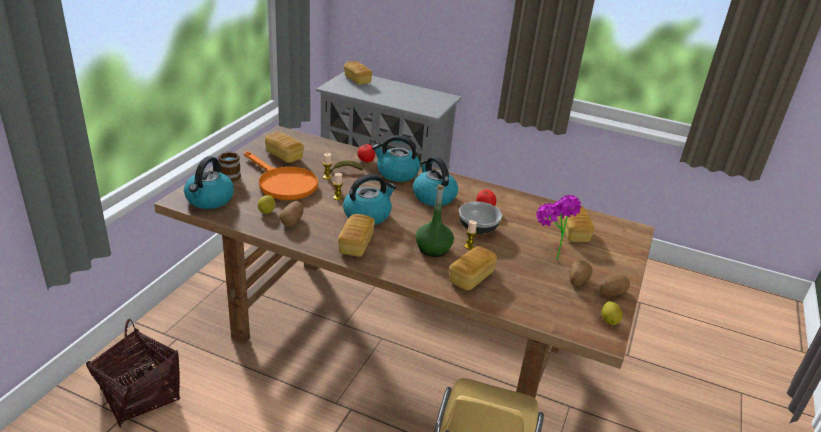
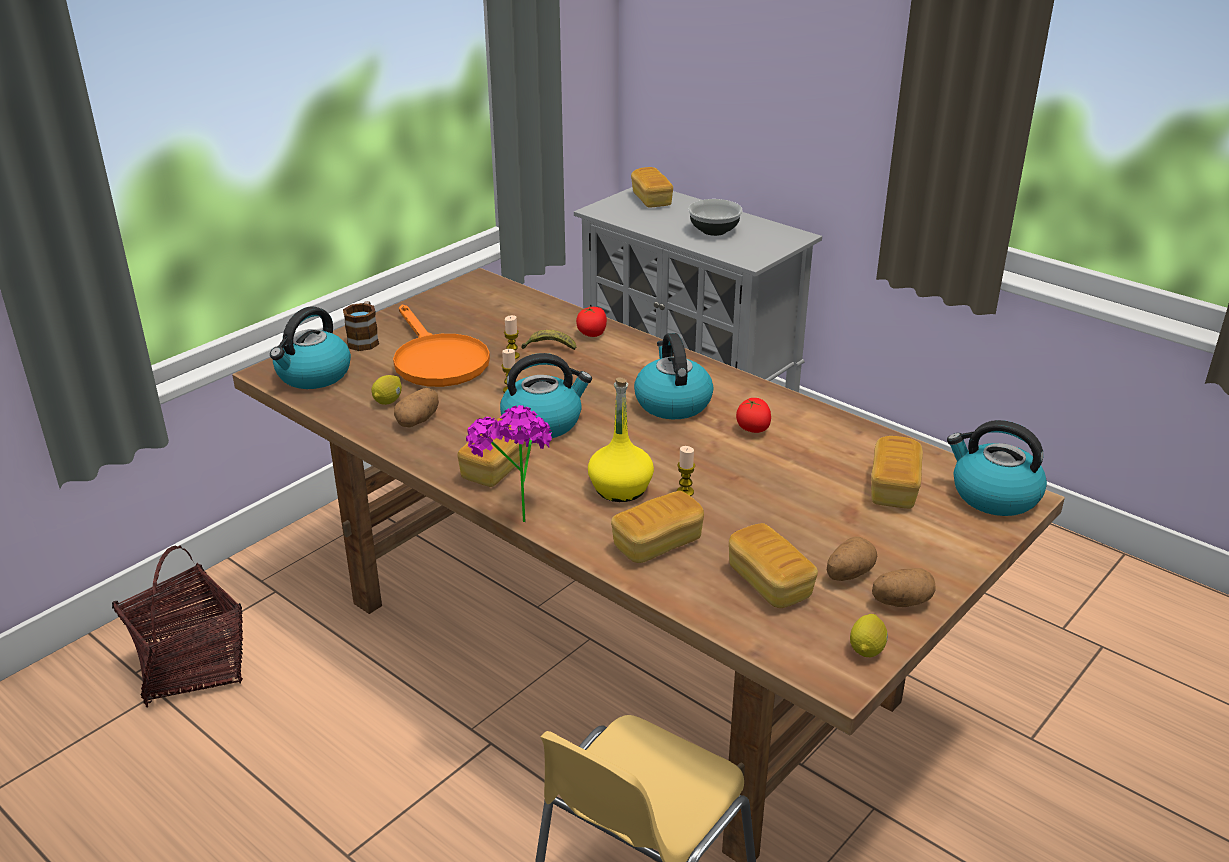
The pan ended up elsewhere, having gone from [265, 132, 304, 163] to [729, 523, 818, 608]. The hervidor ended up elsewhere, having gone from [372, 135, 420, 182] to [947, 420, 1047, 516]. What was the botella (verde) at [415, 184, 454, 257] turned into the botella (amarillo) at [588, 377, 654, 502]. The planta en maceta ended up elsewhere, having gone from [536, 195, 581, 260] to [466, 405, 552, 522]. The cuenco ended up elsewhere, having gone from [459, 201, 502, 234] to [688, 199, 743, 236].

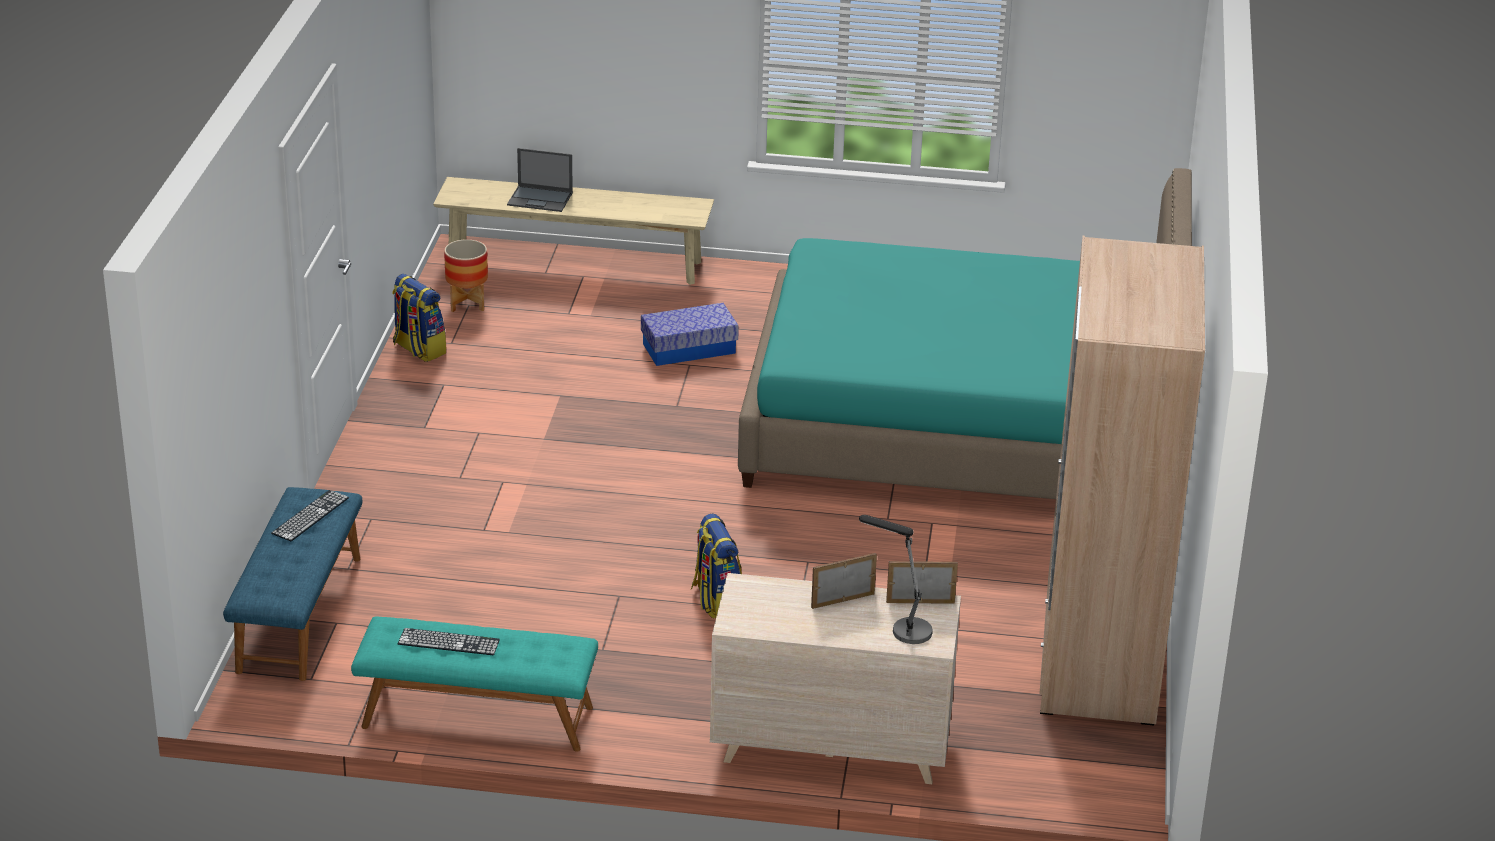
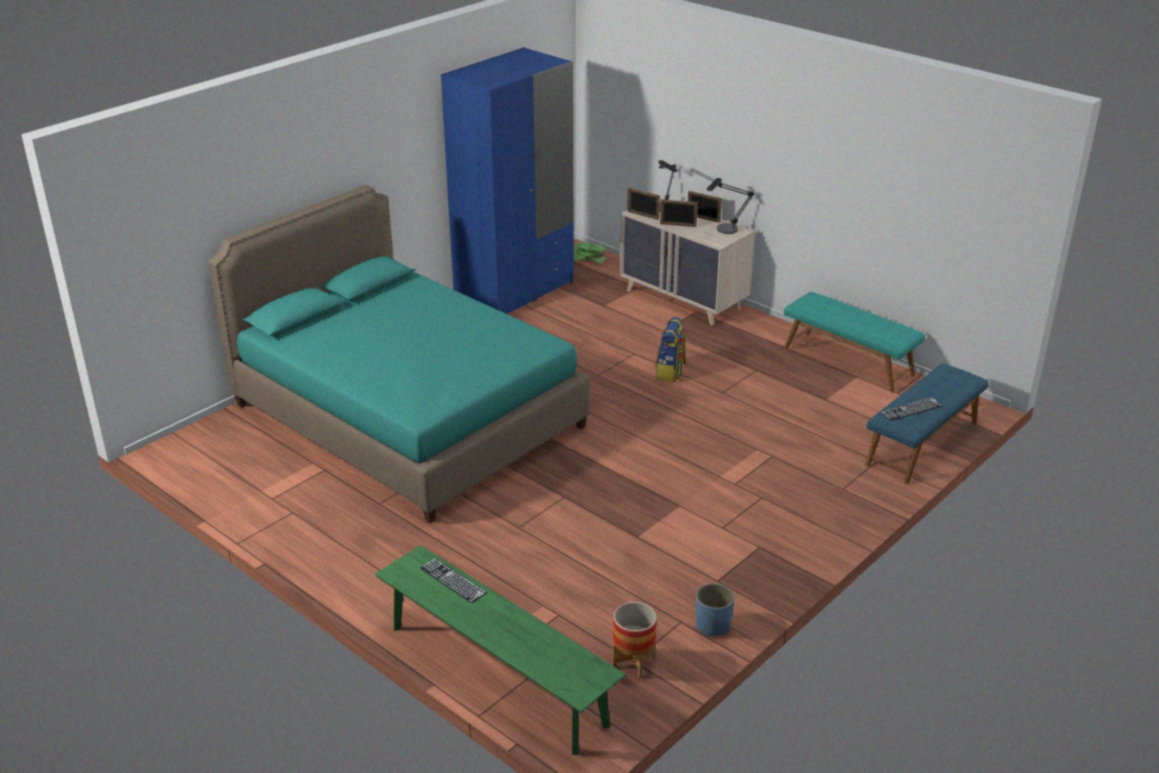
The second view lost the portátil at [507, 148, 573, 212]. What was the banco (beis) at [433, 177, 714, 285] turned into the banco (verde) at [375, 545, 626, 755]. What was the armario ropero (beis) at [1039, 236, 1205, 725] turned into the armario ropero (azul) at [441, 47, 574, 314]. Where the mochila stood at [392, 274, 446, 362], the maceta (azul) came to stand at [696, 583, 735, 637]. The second view lost the caja de almacenaje at [641, 303, 739, 366]. The teclado ended up elsewhere, having gone from [398, 628, 500, 655] to [420, 558, 487, 603]. The second view gained the lámpara de mesa at [707, 178, 754, 234]. The second view gained the portarretratos at [688, 191, 722, 223]. The second view gained the planta en maceta at [574, 242, 606, 264].

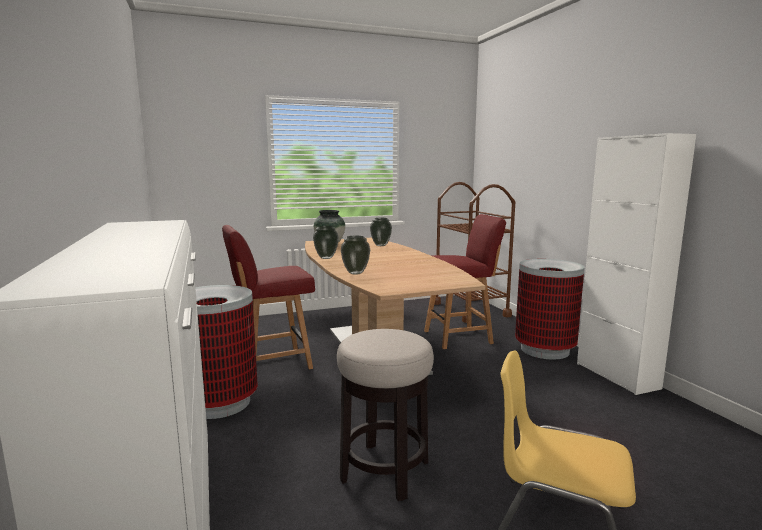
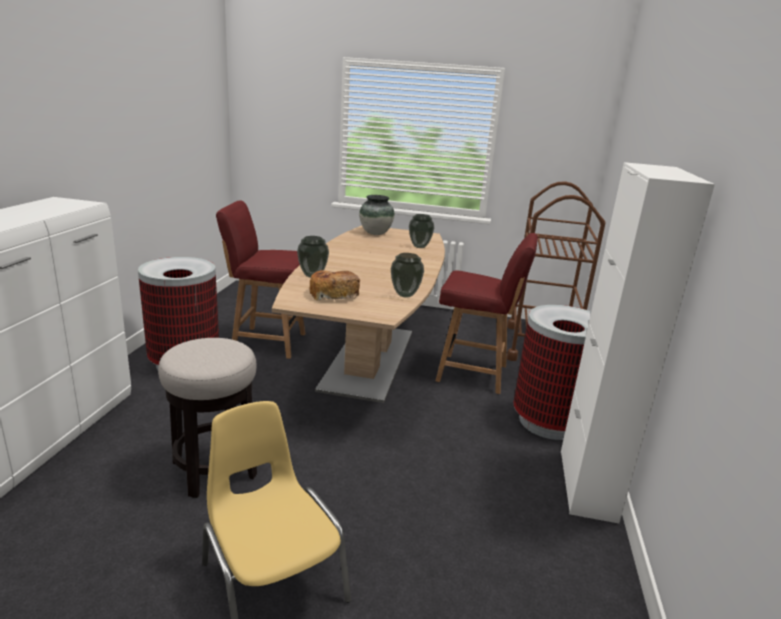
The florero ended up elsewhere, having gone from [313, 226, 339, 259] to [391, 253, 424, 298]. The second view gained the pan at [309, 270, 360, 301].

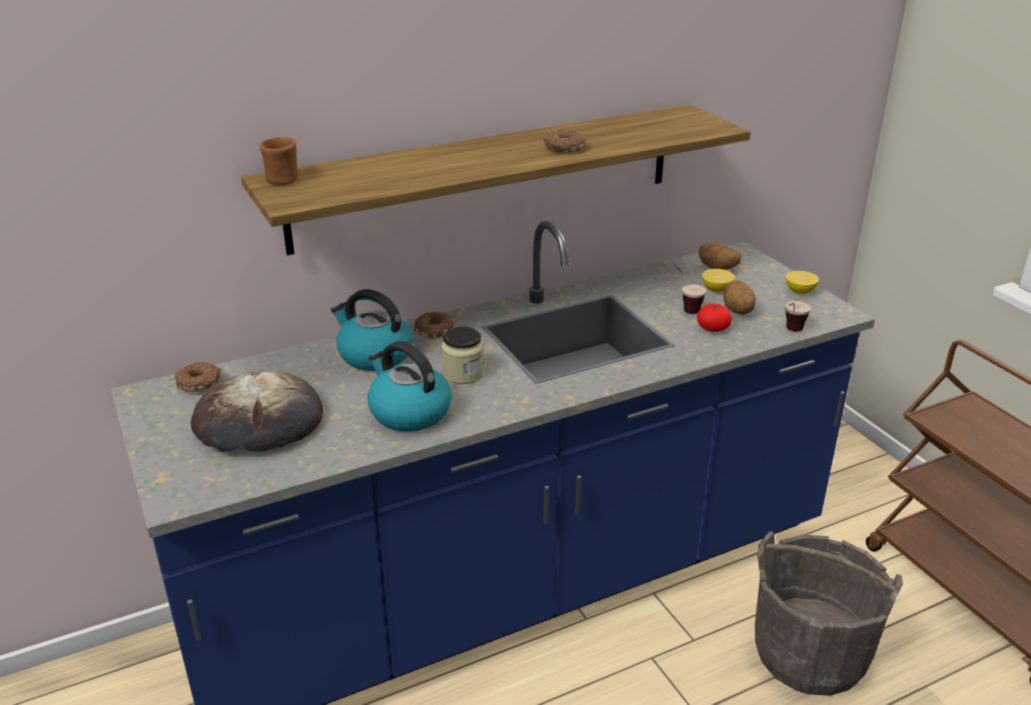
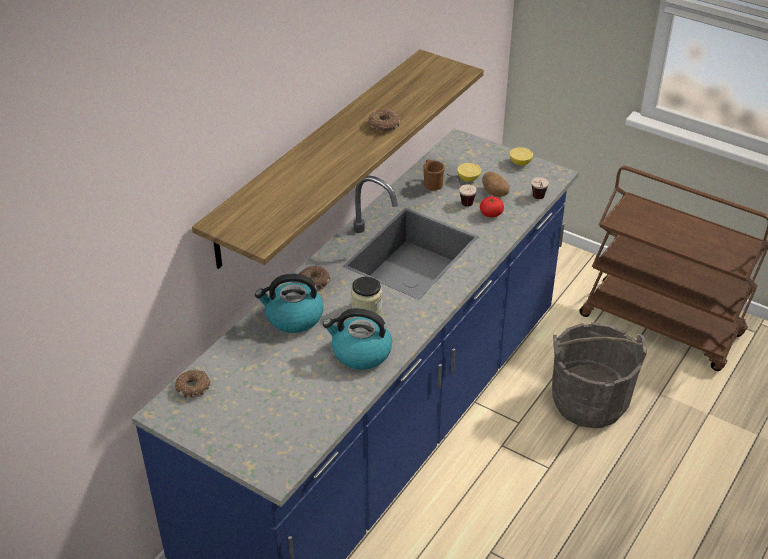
The taza grande (marrón) ended up elsewhere, having gone from [259, 137, 298, 185] to [423, 159, 445, 191]. The second view lost the patata at [699, 243, 742, 270]. The second view lost the pan at [191, 370, 323, 452].

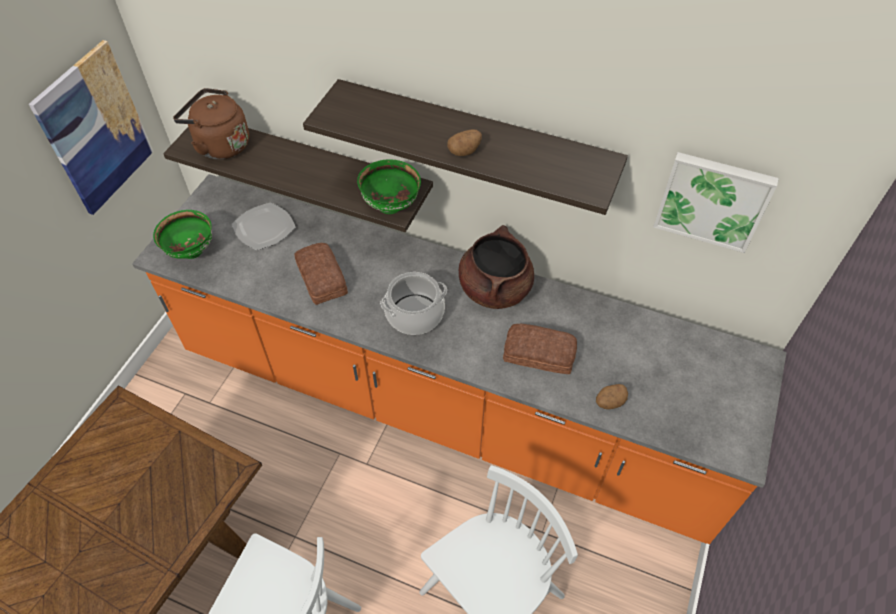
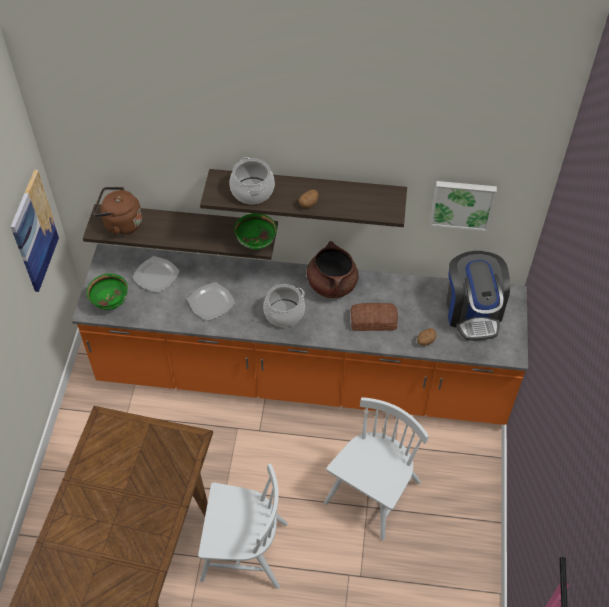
Where the pan stood at [295, 243, 348, 305], the plato came to stand at [188, 282, 235, 321]. The second view gained the olla at [230, 157, 275, 204]. The second view gained the cafetera at [447, 251, 510, 341].

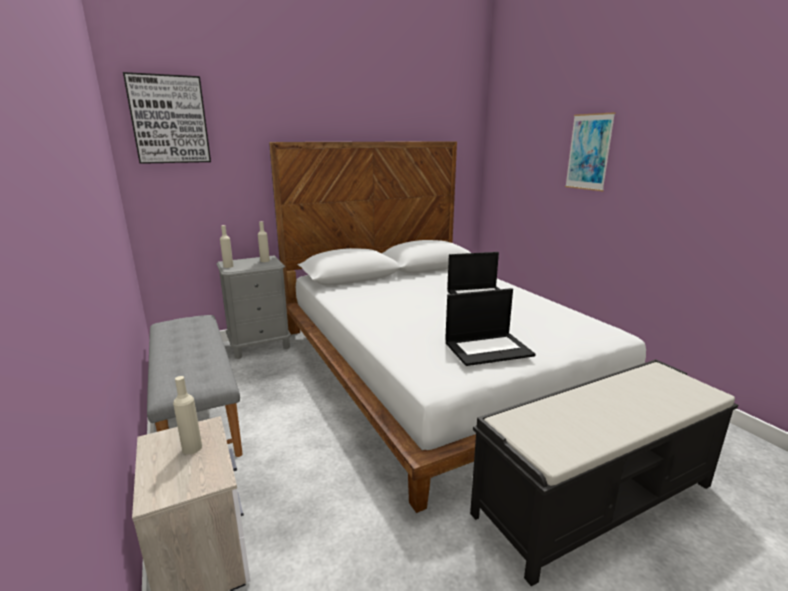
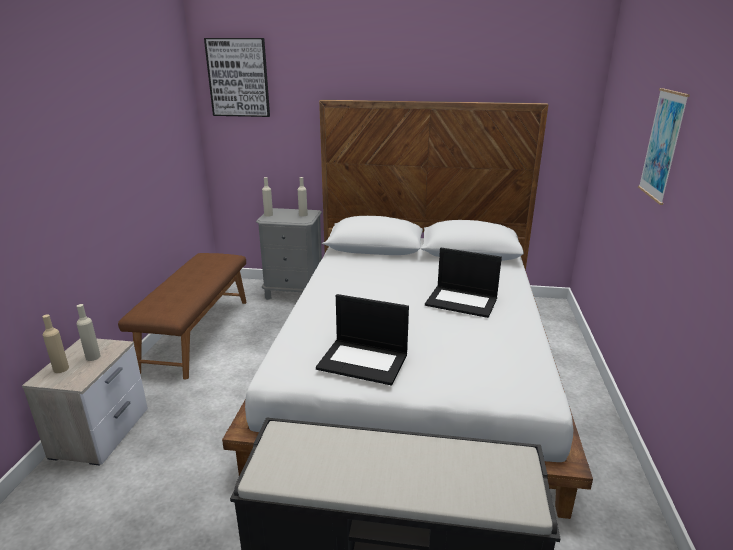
What was the banco (gris) at [147, 315, 243, 457] turned into the banco (marrón) at [118, 253, 247, 380]. The second view gained the botella (beis) at [42, 314, 69, 373].

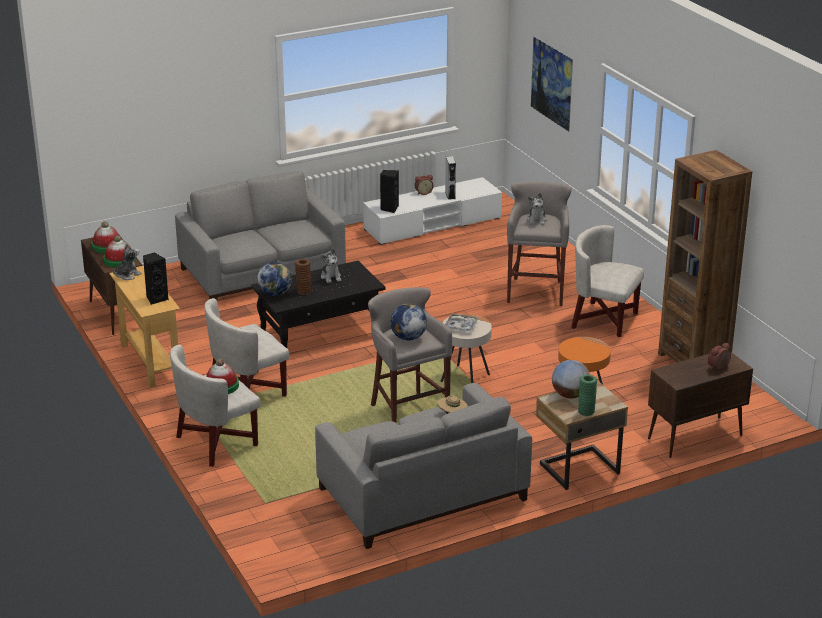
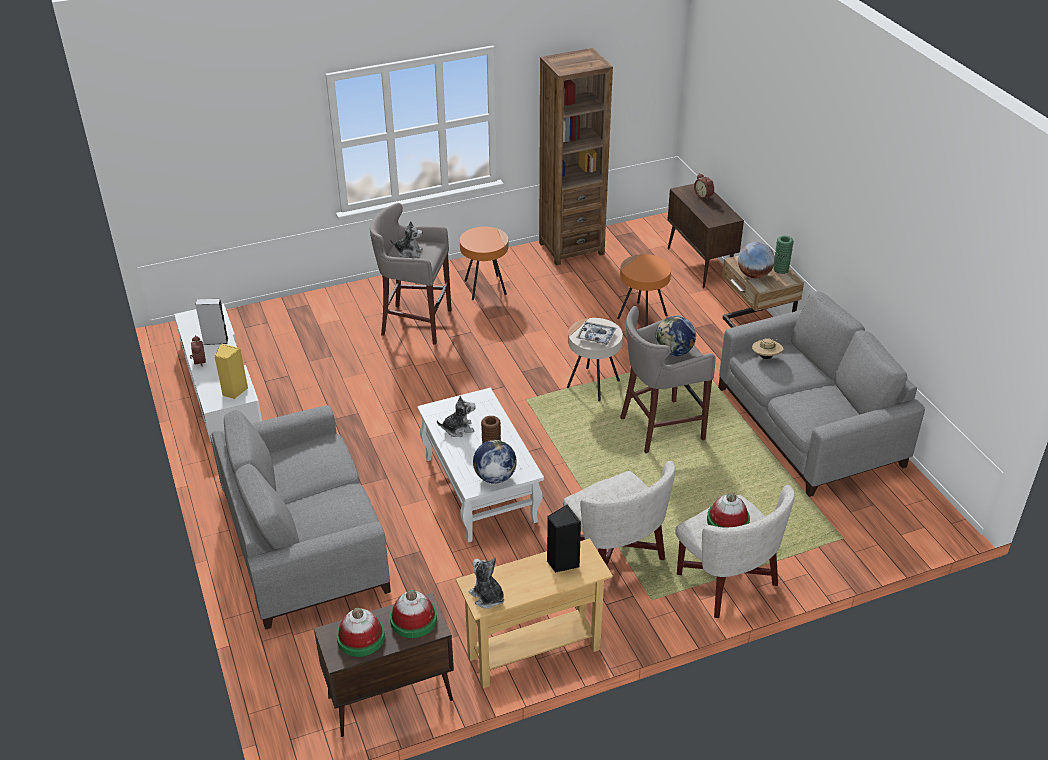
The second view lost the cuadro at [531, 37, 573, 131]. What was the altavoz (negro) at [380, 170, 399, 213] turned into the altavoz (amarillo) at [214, 343, 248, 399]. Where the sillón (blanco) stood at [571, 225, 644, 337], the mesa auxiliar (naranja) came to stand at [460, 226, 508, 300]. What was the mesa de centro (negro) at [252, 261, 386, 348] turned into the mesa de centro (blanco) at [417, 388, 544, 543].

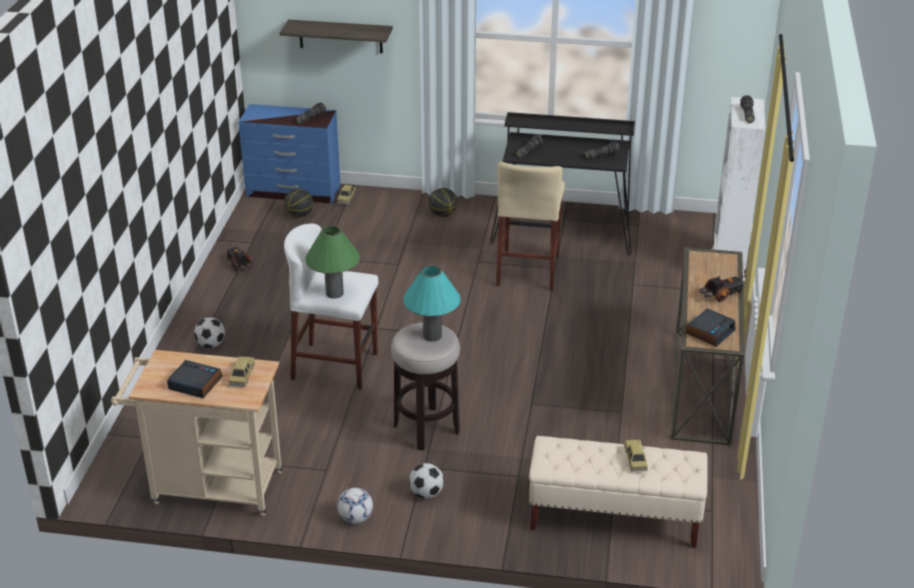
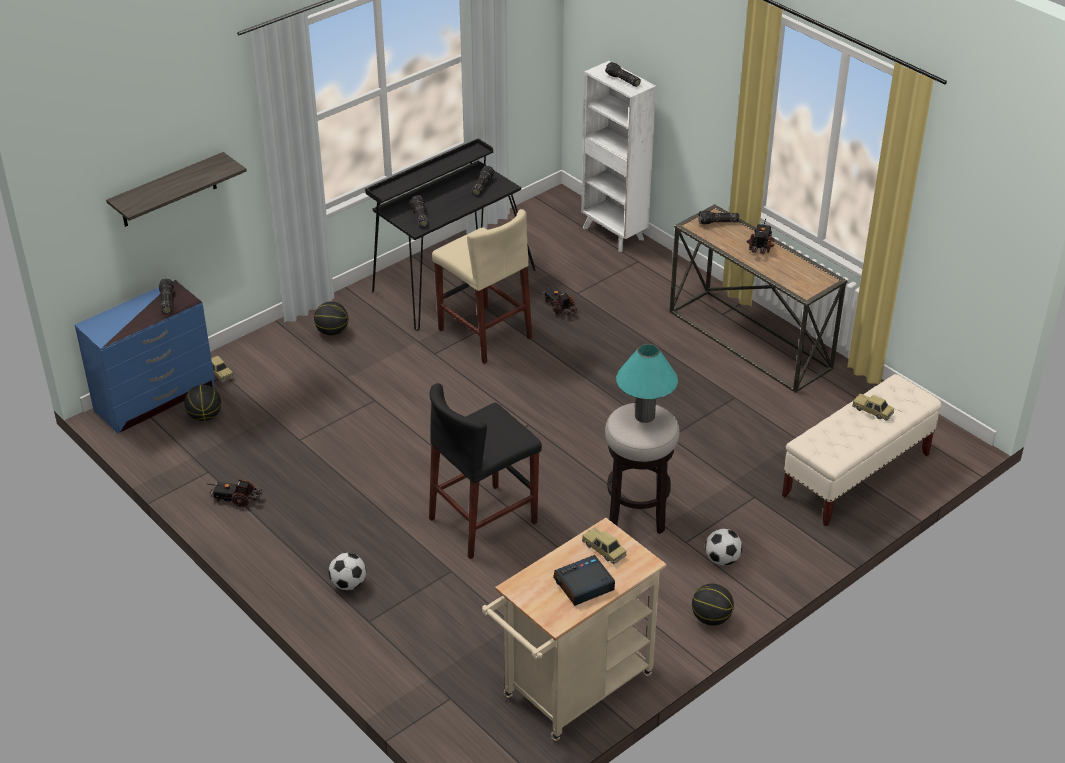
What was the taburete (blanco) at [284, 224, 379, 390] turned into the taburete (negro) at [429, 383, 542, 559]. The second view lost the lámpara de mesa (verde) at [305, 226, 360, 299]. The second view lost the despertador at [686, 309, 736, 347]. Where the balón de fútbol stood at [337, 488, 373, 524], the balón de baloncesto came to stand at [692, 583, 734, 626]. The second view gained the linterna at [698, 210, 739, 224]. The second view gained the camión de juguete at [543, 284, 577, 315].

